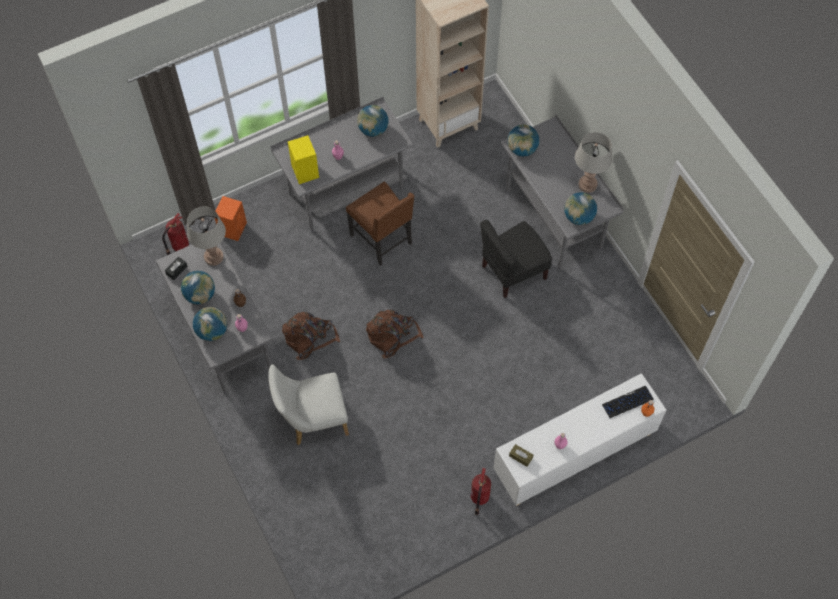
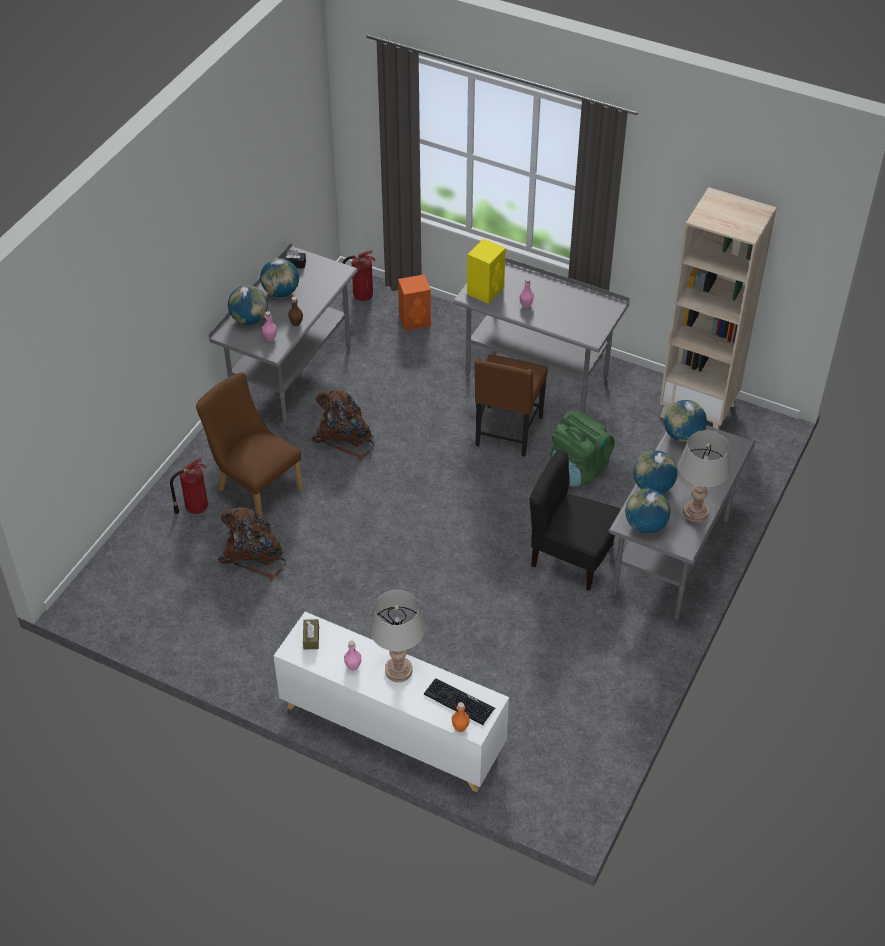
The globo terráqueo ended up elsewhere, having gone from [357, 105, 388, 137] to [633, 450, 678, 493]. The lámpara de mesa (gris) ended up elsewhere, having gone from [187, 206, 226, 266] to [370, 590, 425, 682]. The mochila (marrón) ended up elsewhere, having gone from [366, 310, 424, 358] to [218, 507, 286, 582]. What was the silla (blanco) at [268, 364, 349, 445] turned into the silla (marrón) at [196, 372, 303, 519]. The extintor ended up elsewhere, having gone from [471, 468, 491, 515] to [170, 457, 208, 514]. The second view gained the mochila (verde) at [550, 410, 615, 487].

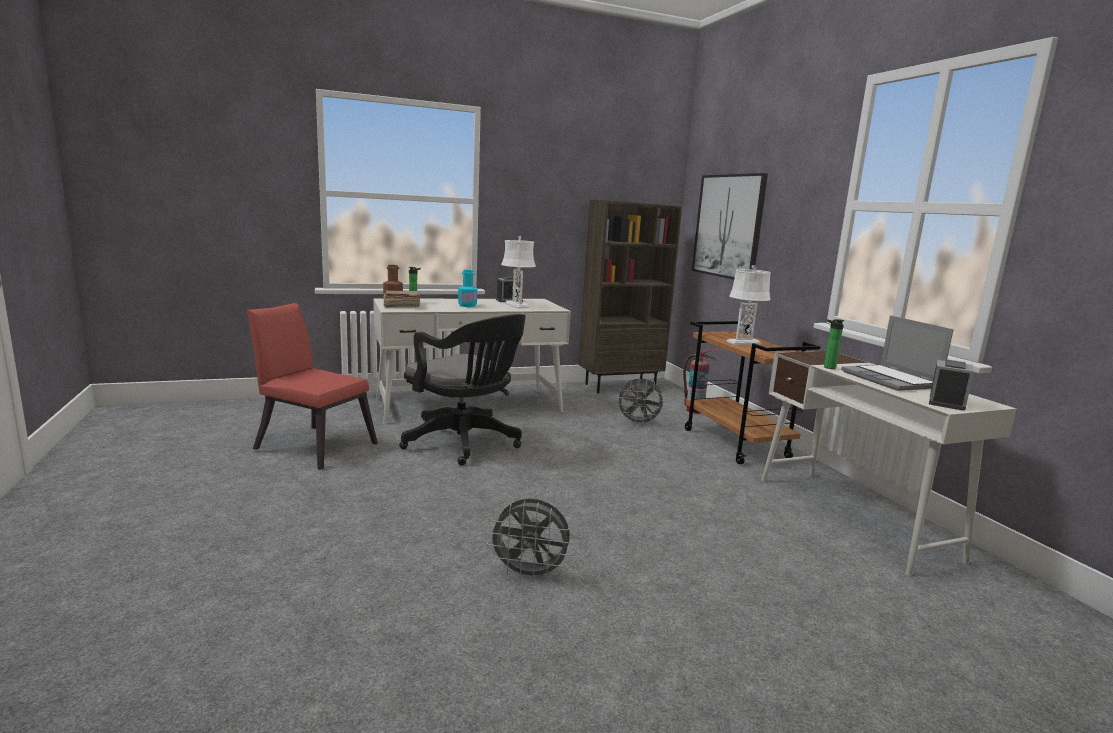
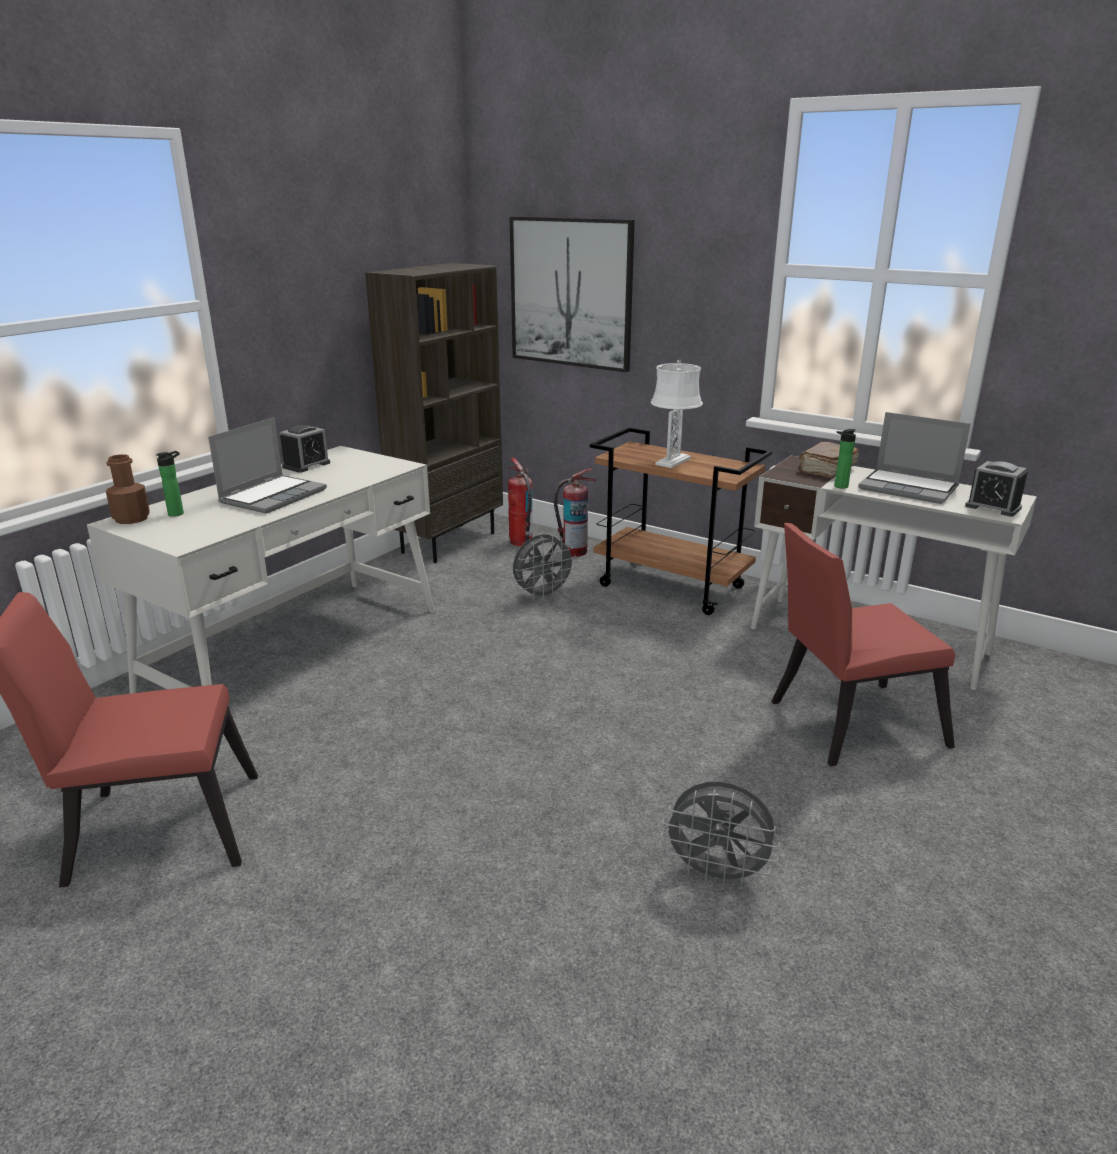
The second view lost the lámpara de mesa (blanco) at [501, 236, 536, 308]. Where the botella (turquesa) stood at [458, 270, 477, 307], the portátil came to stand at [208, 417, 327, 514]. The libro (marrón) ended up elsewhere, having gone from [384, 291, 420, 307] to [798, 442, 859, 478]. The second view lost the silla de oficina (negro) at [399, 314, 526, 465]. The despertador at [929, 360, 974, 411] ended up facing another way, 135 degrees clockwise from before. The ventilador (gris) at [487, 499, 573, 582] ended up facing another way, 45 degrees clockwise from before. The second view gained the extintor at [508, 458, 533, 546]. The second view gained the silla (rojo) at [771, 523, 955, 766].

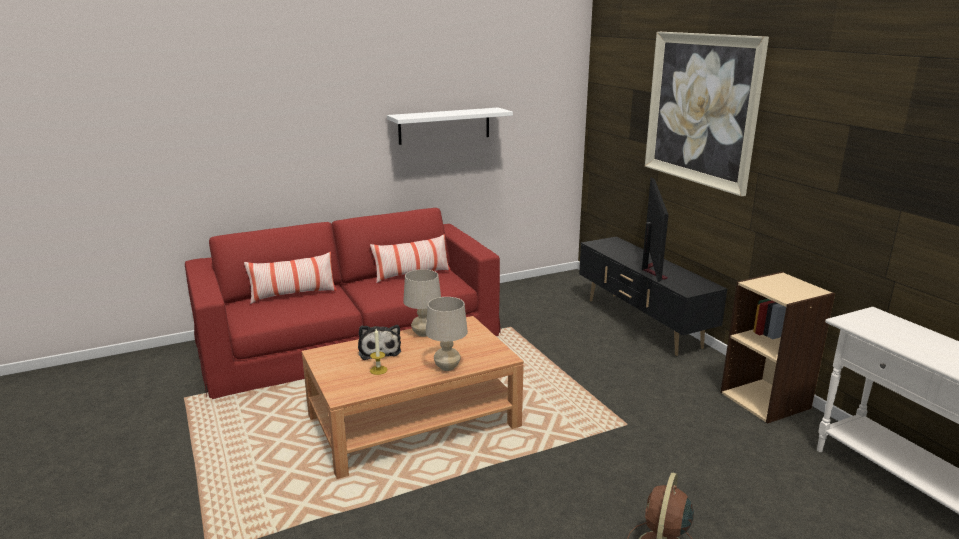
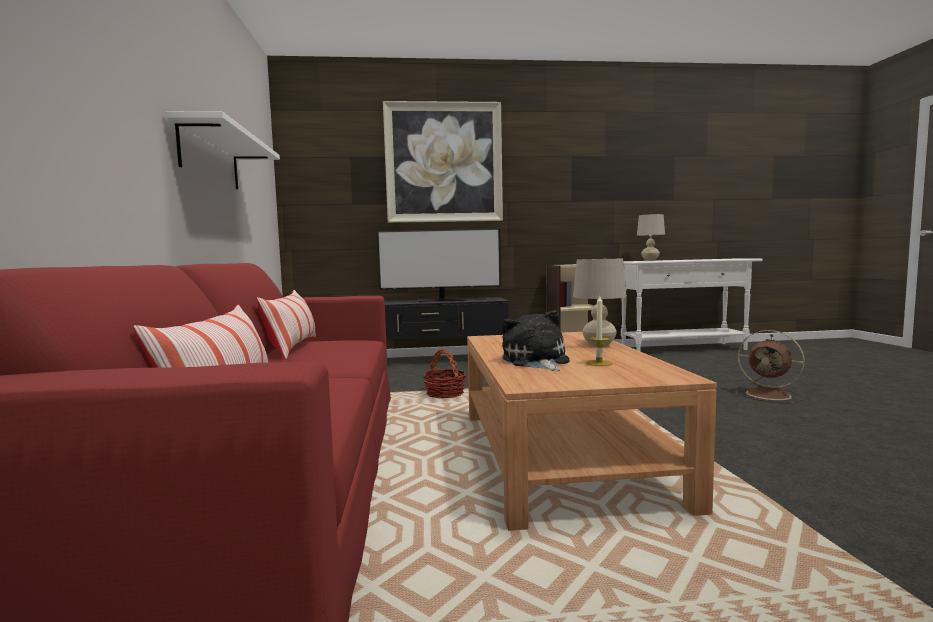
The televisor at [642, 178, 669, 282] ended up facing another way, 150 degrees clockwise from before. The lámpara de mesa (beis) ended up elsewhere, having gone from [403, 269, 441, 337] to [637, 214, 665, 261]. The peluche at [358, 325, 401, 360] ended up facing another way, 105 degrees counterclockwise from before. The second view gained the cesta at [423, 349, 466, 398].

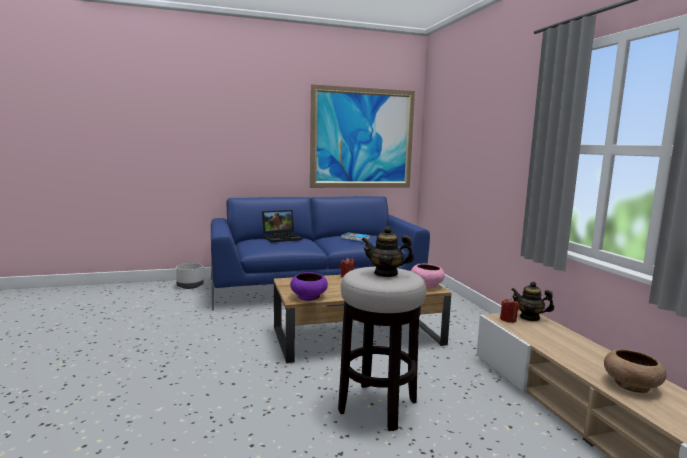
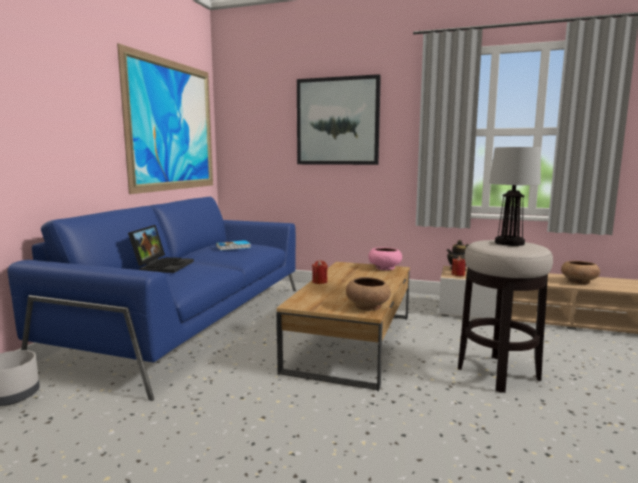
Where the tetera stood at [362, 226, 414, 277], the lámpara de mesa came to stand at [489, 147, 541, 246]. What was the cuenco (morado) at [290, 272, 328, 301] turned into the cuenco (marrón) at [346, 277, 391, 311]. The second view gained the cuadro at [297, 74, 381, 165].

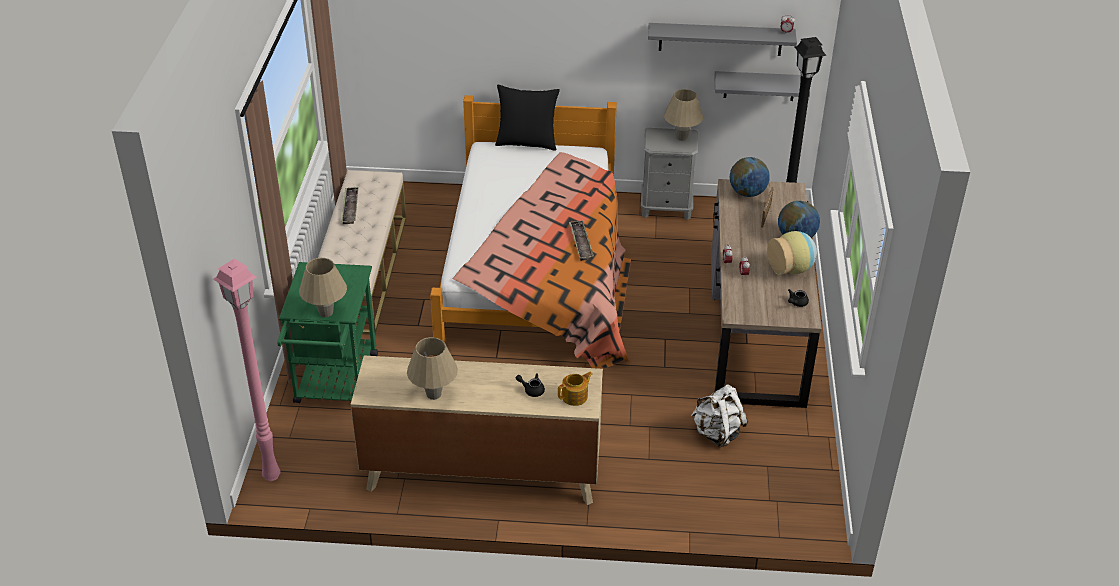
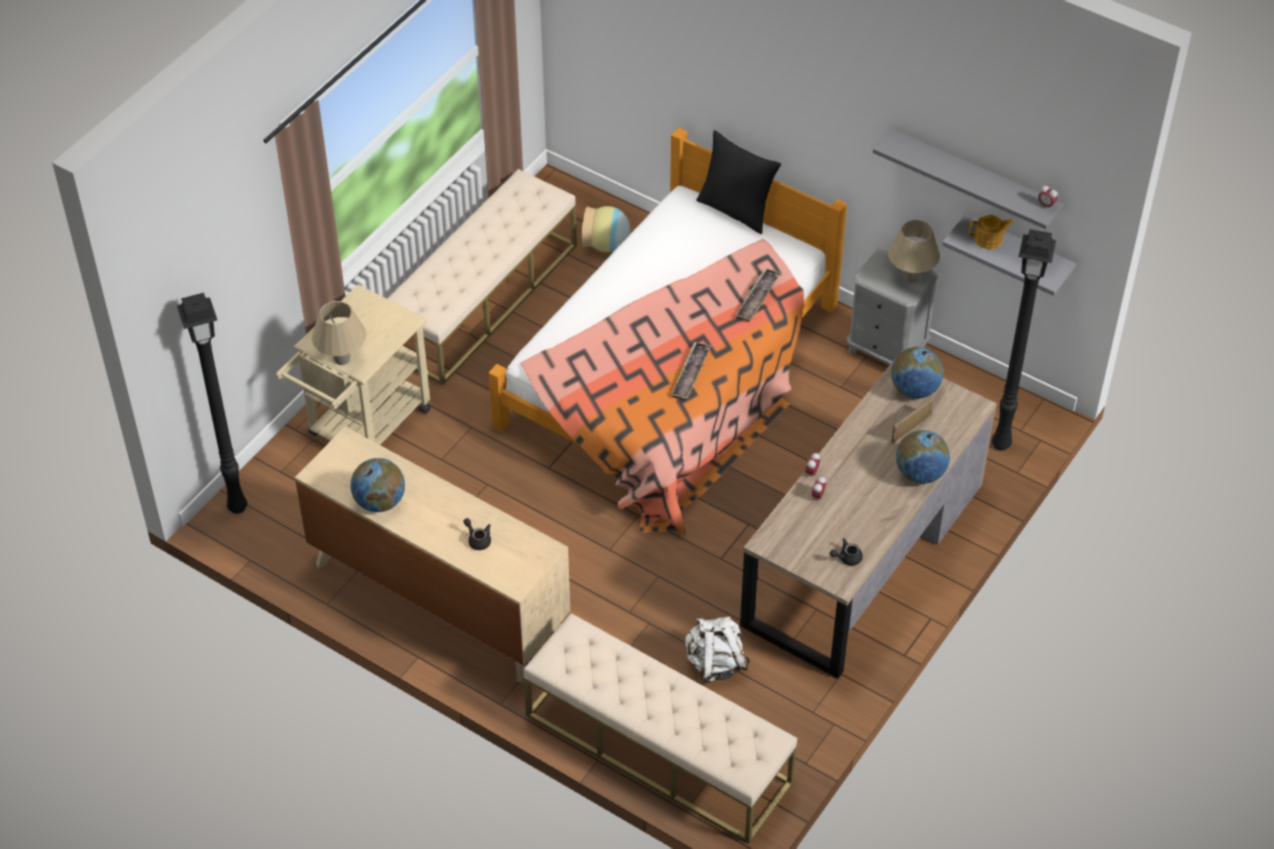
The bandeja ended up elsewhere, having gone from [341, 187, 359, 224] to [736, 268, 780, 322]. The florero ended up elsewhere, having gone from [767, 231, 817, 276] to [581, 206, 630, 252]. What was the lámpara de pie (rosa) at [213, 259, 280, 481] turned into the lámpara de pie (negro) at [177, 293, 247, 514]. What was the carrito (verde) at [277, 262, 378, 403] turned into the carrito (beis) at [276, 284, 431, 445]. Where the lámpara de mesa (beis) stood at [407, 337, 458, 400], the globo terráqueo came to stand at [350, 458, 405, 512]. The tetera ended up elsewhere, having gone from [558, 372, 593, 406] to [969, 215, 1014, 249]. The second view gained the banco (beis) at [523, 613, 797, 844].

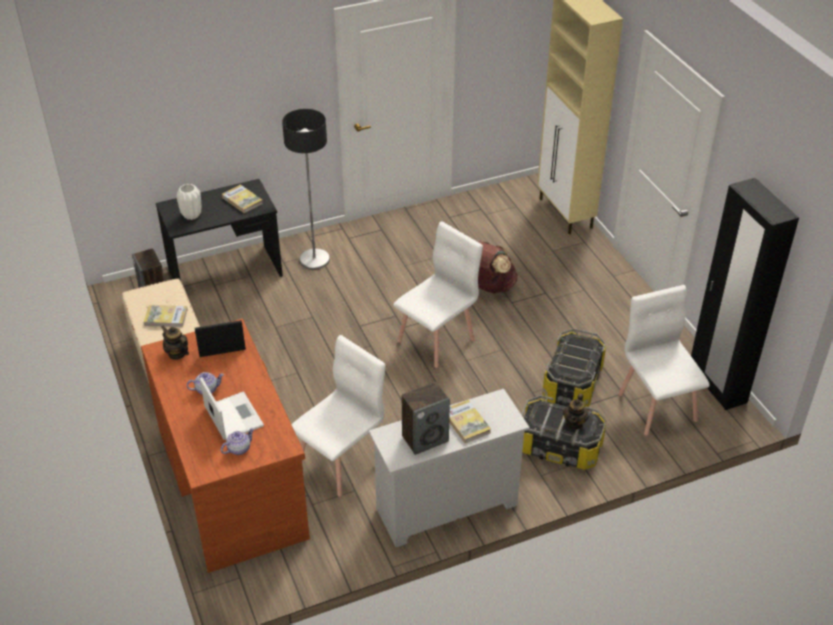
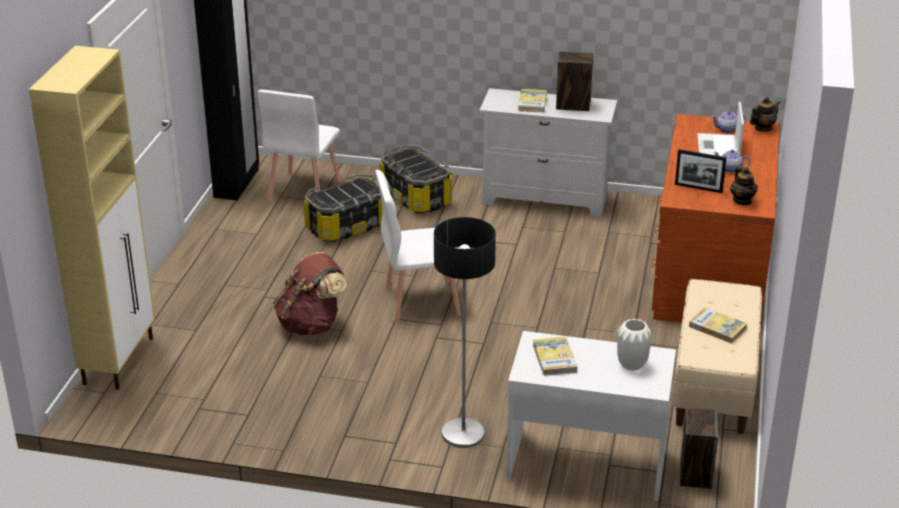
What was the escritorio (negro) at [156, 179, 283, 281] turned into the escritorio (blanco) at [506, 331, 676, 501]. The second view lost the silla (blanco) at [292, 335, 385, 497]. The tetera ended up elsewhere, having gone from [563, 393, 588, 430] to [750, 97, 780, 132].

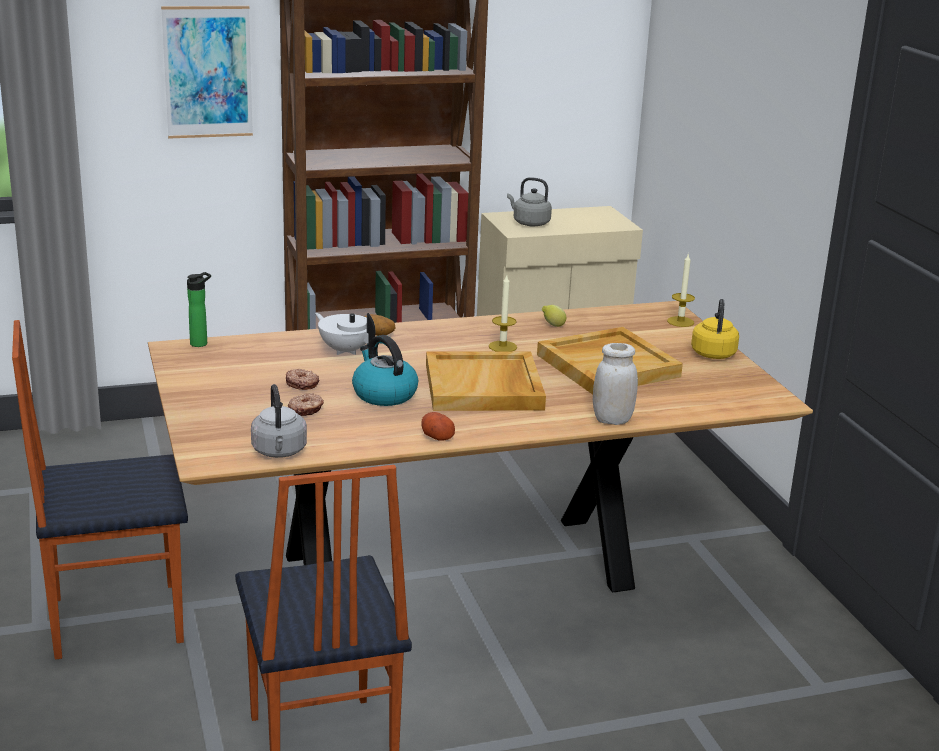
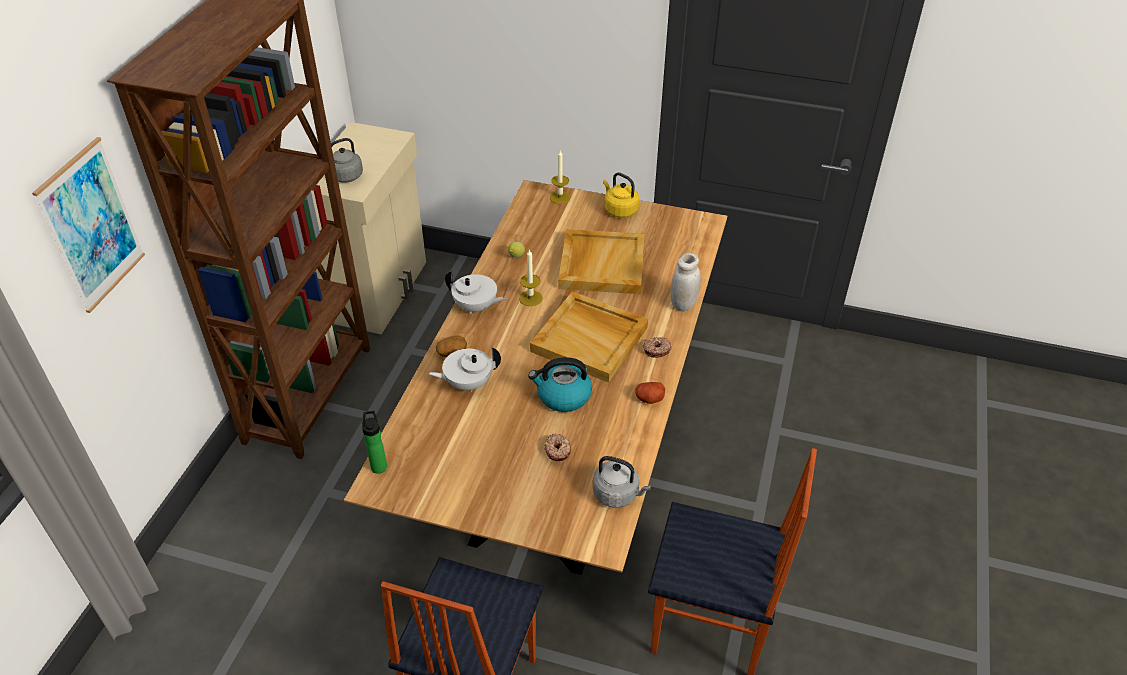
The rosquilla ended up elsewhere, having gone from [286, 369, 319, 390] to [643, 337, 671, 358]. The second view gained the tetera (blanco) at [445, 270, 507, 315].

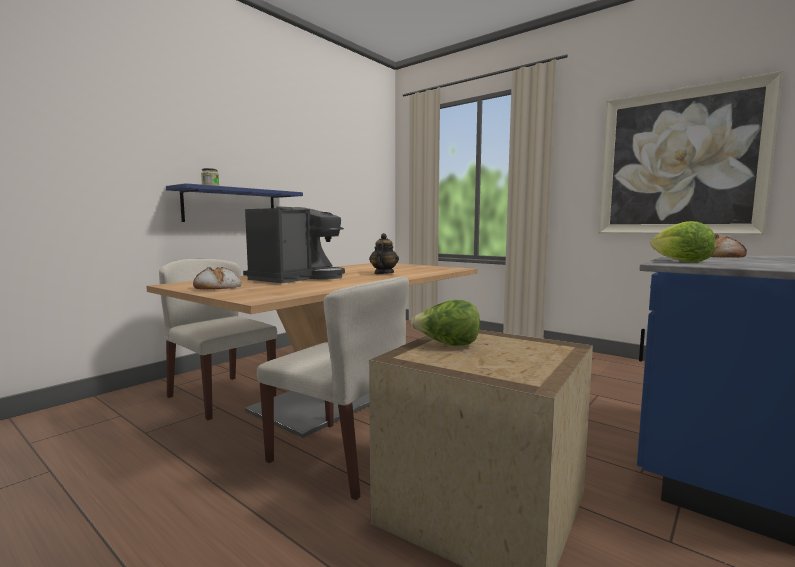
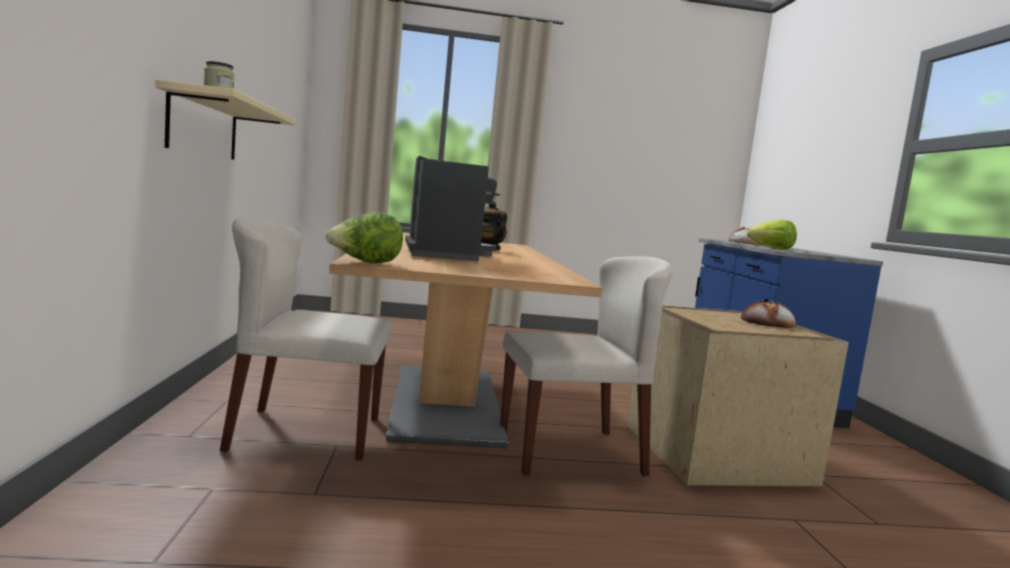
The second view lost the cuadro at [599, 71, 783, 235]. What was the estante (azul) at [166, 183, 303, 222] turned into the estante (beis) at [155, 80, 296, 160]. The pan ended up elsewhere, having gone from [193, 267, 242, 290] to [741, 300, 796, 328]. The lechuga ended up elsewhere, having gone from [411, 300, 480, 346] to [325, 212, 403, 264].

